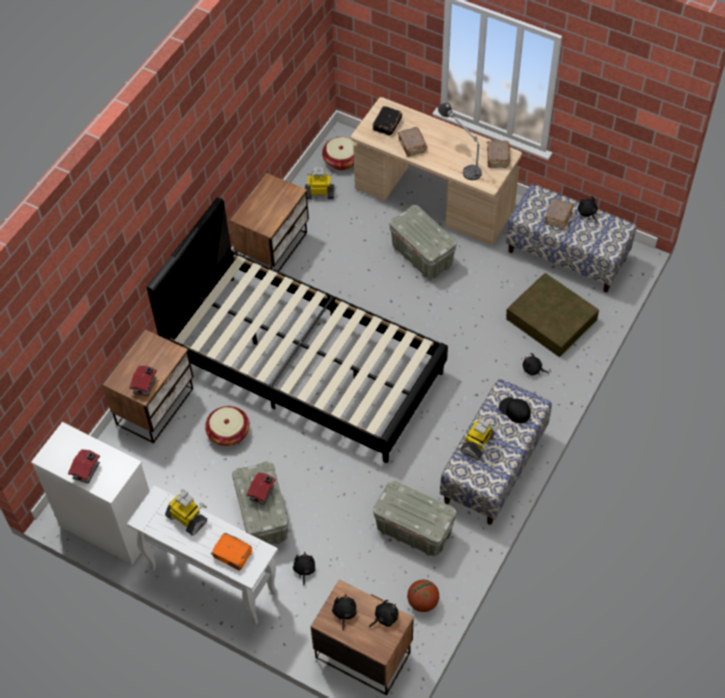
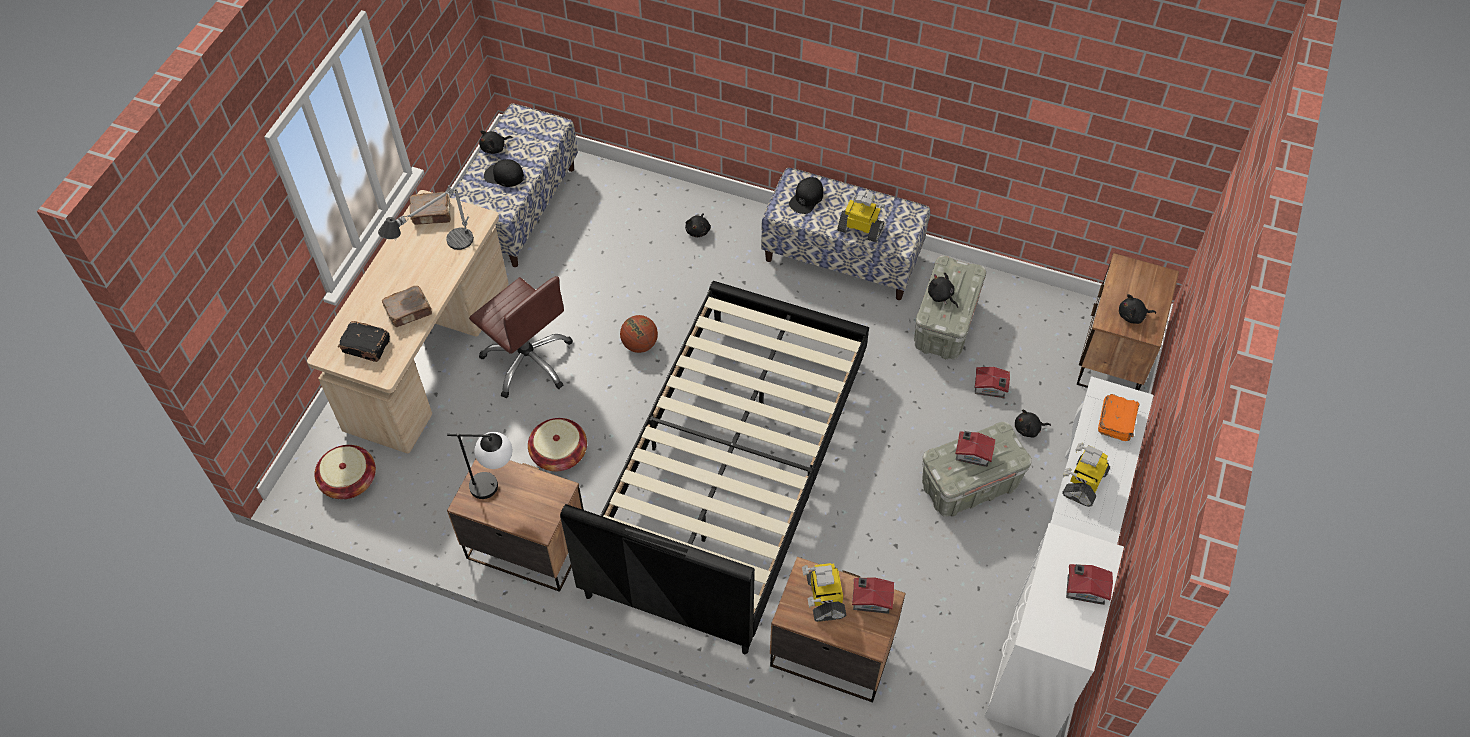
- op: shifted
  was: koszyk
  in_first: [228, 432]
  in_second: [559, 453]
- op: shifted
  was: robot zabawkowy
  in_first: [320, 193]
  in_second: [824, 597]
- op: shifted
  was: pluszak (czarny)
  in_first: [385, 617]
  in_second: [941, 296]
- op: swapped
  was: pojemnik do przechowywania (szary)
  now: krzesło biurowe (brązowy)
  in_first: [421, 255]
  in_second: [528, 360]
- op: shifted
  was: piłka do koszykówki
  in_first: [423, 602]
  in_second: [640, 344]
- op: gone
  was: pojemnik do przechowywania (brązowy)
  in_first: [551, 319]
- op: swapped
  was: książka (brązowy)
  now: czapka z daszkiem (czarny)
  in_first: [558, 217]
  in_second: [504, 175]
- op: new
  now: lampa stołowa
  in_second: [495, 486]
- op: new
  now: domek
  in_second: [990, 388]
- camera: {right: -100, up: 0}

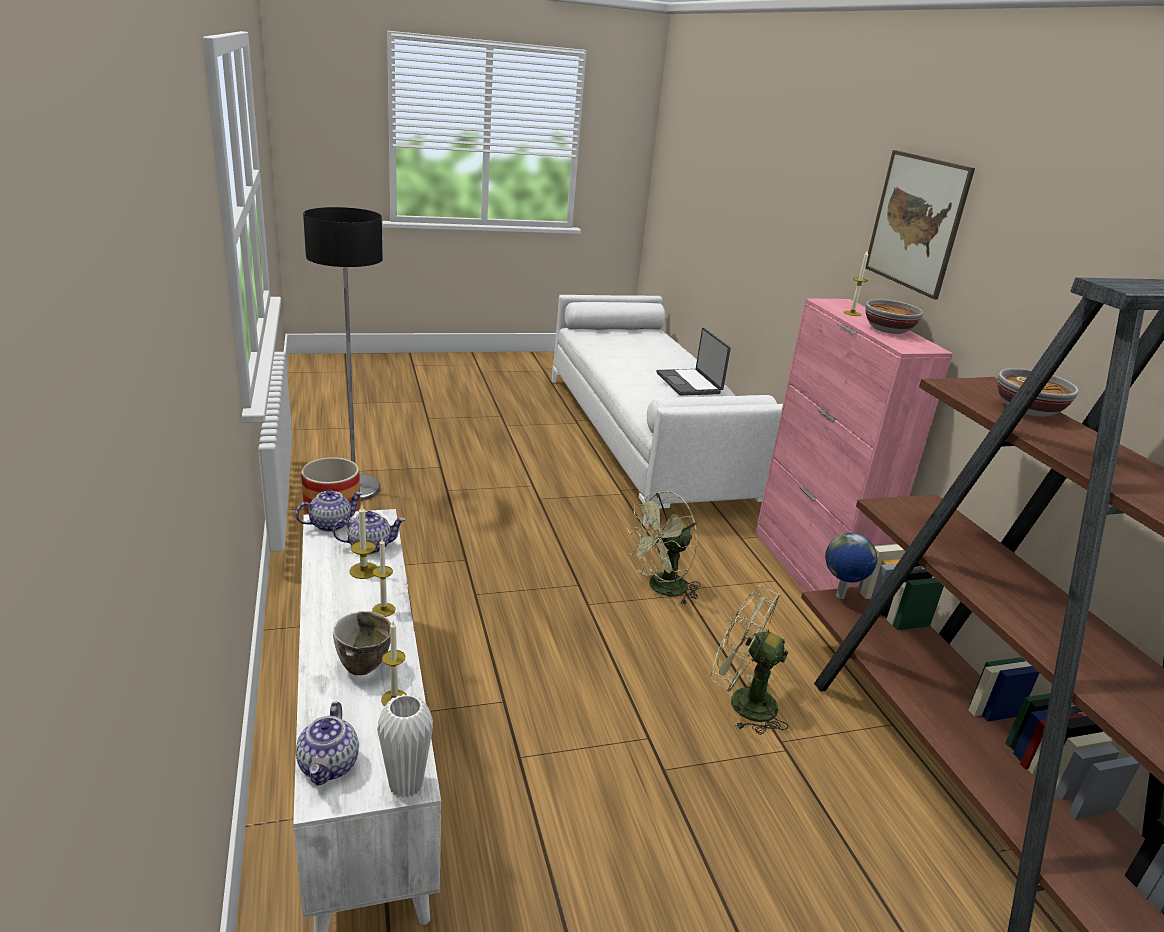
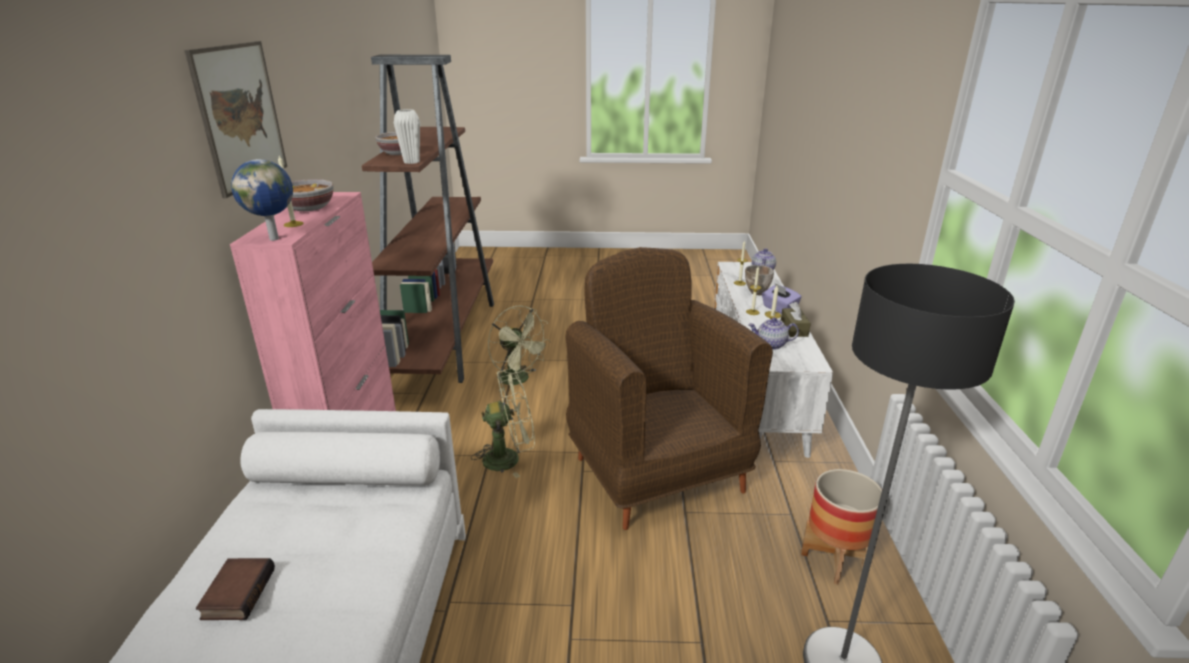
- op: gone
  was: imbryk
  in_first: [331, 524]
- op: shifted
  was: wazon (biały)
  in_first: [406, 785]
  in_second: [411, 162]
- op: swapped
  was: laptop
  now: książka
  in_first: [690, 383]
  in_second: [237, 593]
- op: shifted
  was: globus
  in_first: [840, 597]
  in_second: [275, 238]
- op: new
  now: fotel (brązowy)
  in_second: [657, 473]
- op: new
  now: pudełko chusteczek (fioletowy)
  in_second: [779, 309]
- op: new
  now: pudełko chusteczek (brązowy)
  in_second: [794, 329]
- camera: {right: -160, up: 0}

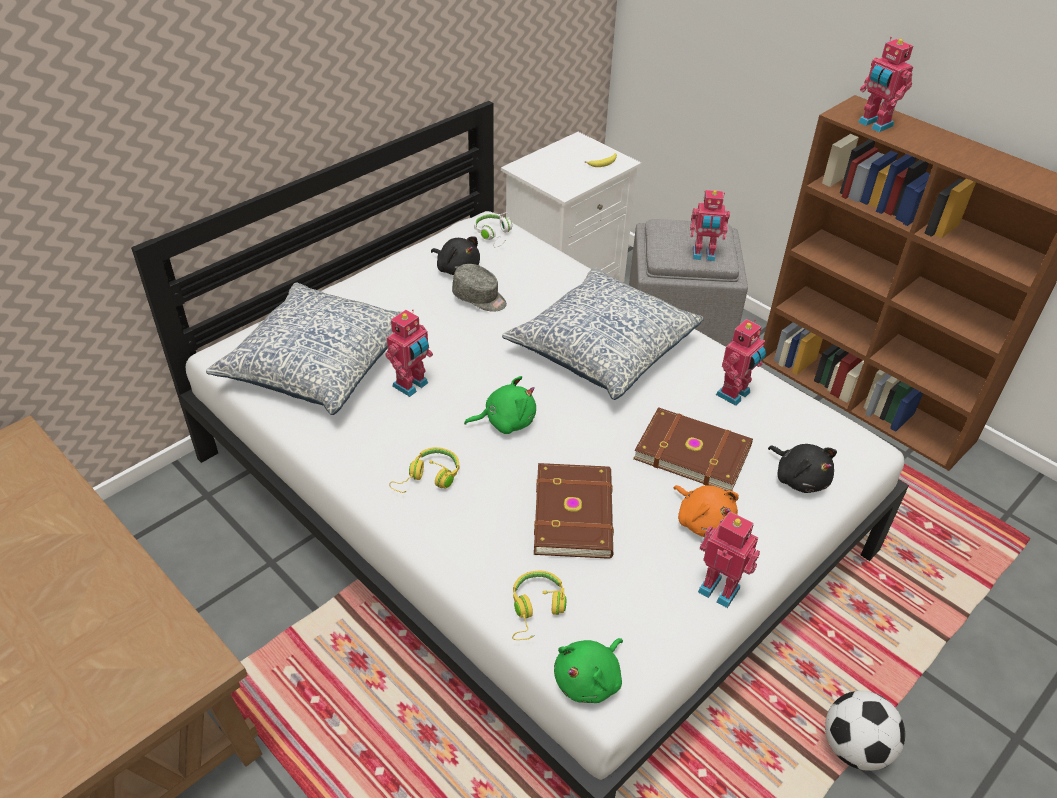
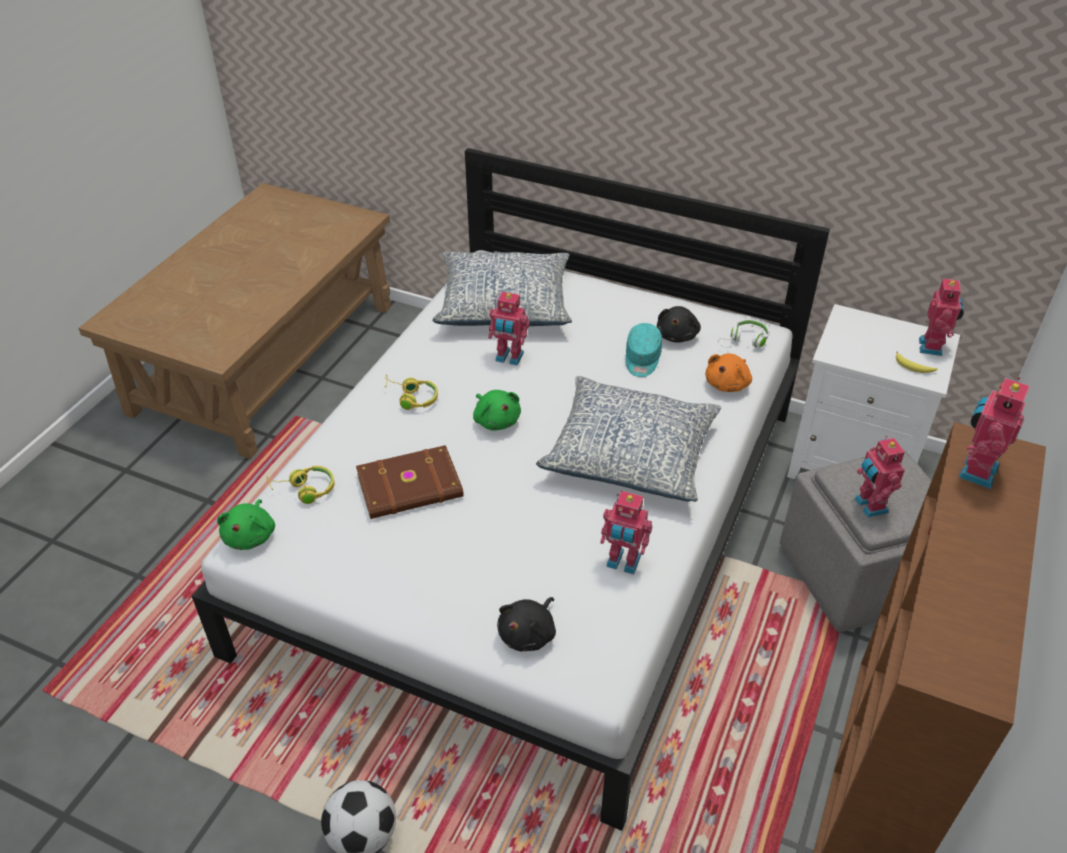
- op: repainted
  was: czapka z daszkiem (szary)
  now: czapka z daszkiem (turkusowy)
  in_first: [480, 298]
  in_second: [642, 359]
- op: rotated
  was: pluszak (zielony)
  in_first: [589, 680]
  in_second: [251, 536]
  clockwise: -105
- op: gone
  was: książka (brązowy)
  in_first: [692, 451]
- op: shifted
  was: pluszak (pomarańczowy)
  in_first: [703, 521]
  in_second: [728, 384]
- op: shifted
  was: robot zabawkowy
  in_first: [720, 588]
  in_second: [932, 347]
- camera: {right: 70, up: 0}

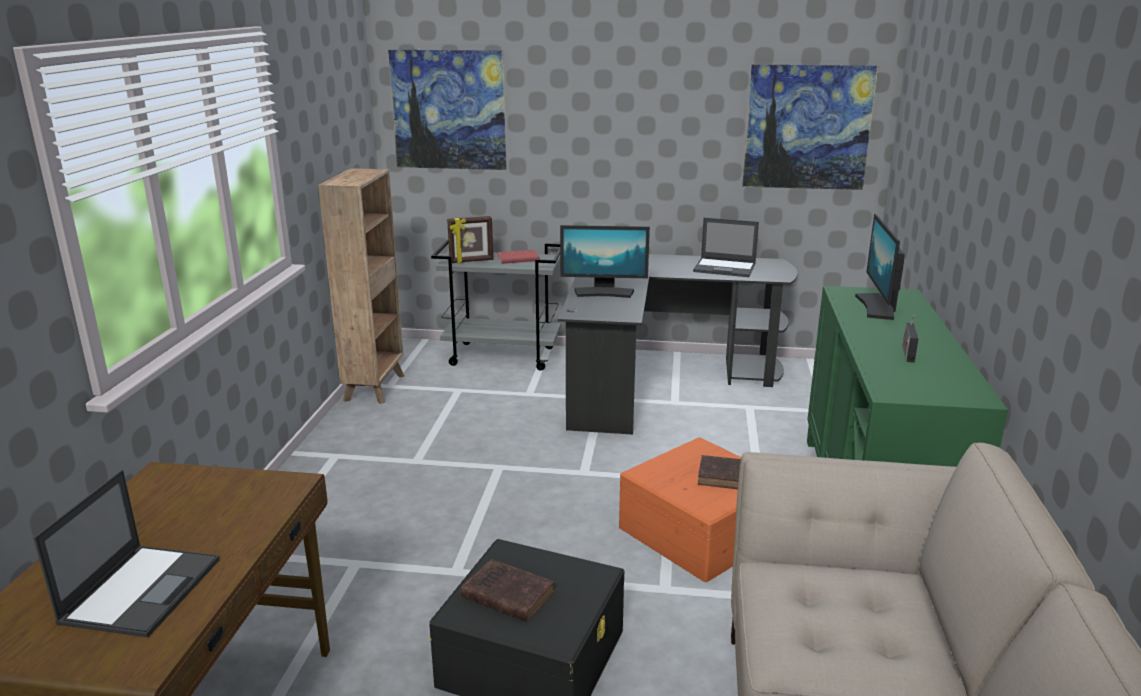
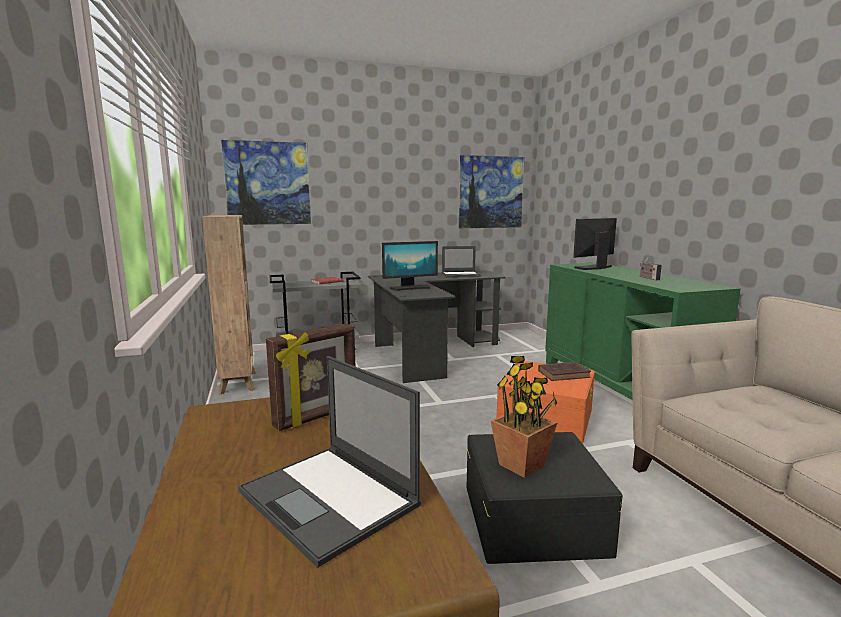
- op: rotated
  was: laptop
  in_first: [142, 589]
  in_second: [330, 499]
  clockwise: 150
- op: shifted
  was: ramka na zdjęcie
  in_first: [471, 261]
  in_second: [317, 417]
- op: swapped
  was: książka (brązowy)
  now: roślina doniczkowa
  in_first: [506, 594]
  in_second: [521, 465]
- op: rotated
  was: monitor
  in_first: [877, 307]
  in_second: [594, 267]
  clockwise: 75
- camera: {right: -25, up: -10}

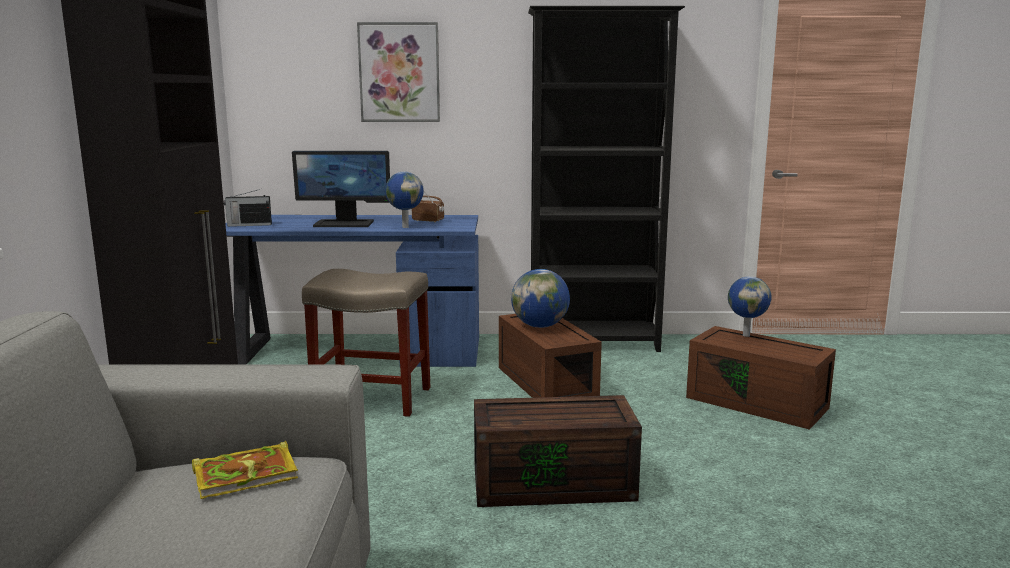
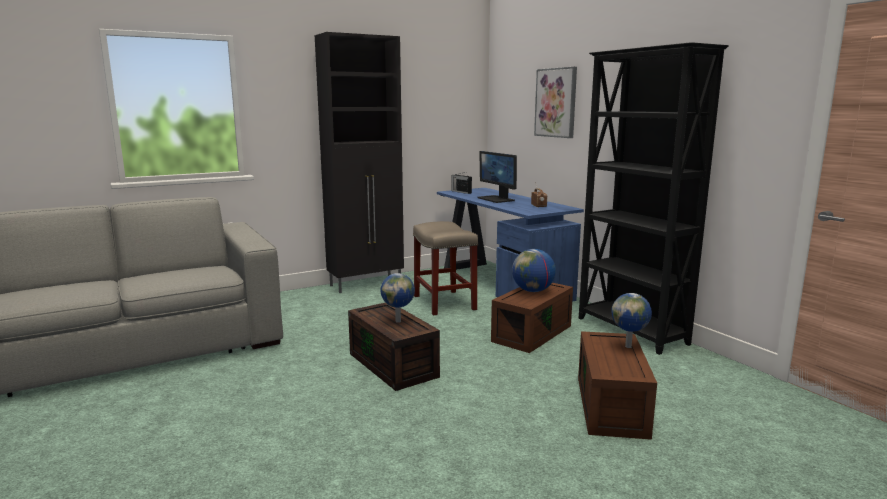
- op: gone
  was: książka
  in_first: [248, 474]
- op: shifted
  was: globus
  in_first: [405, 227]
  in_second: [398, 321]
- camera: {right: 60, up: 0}

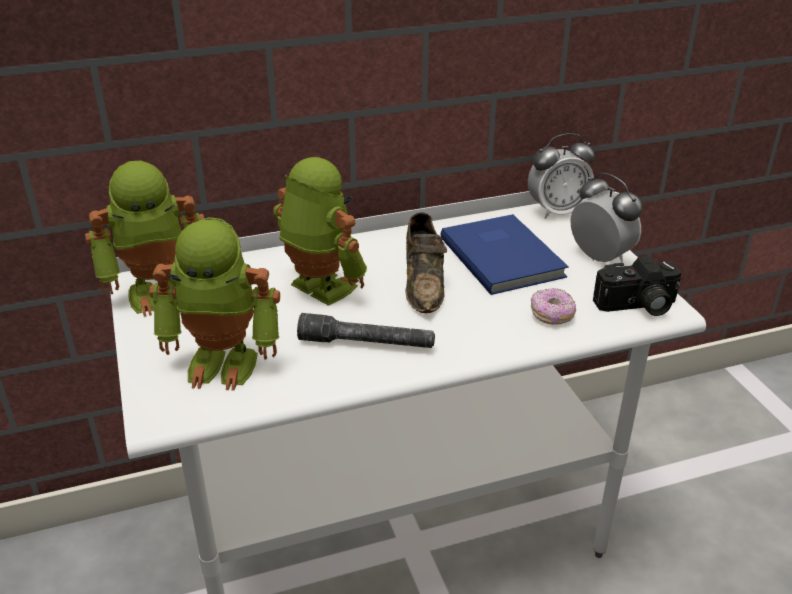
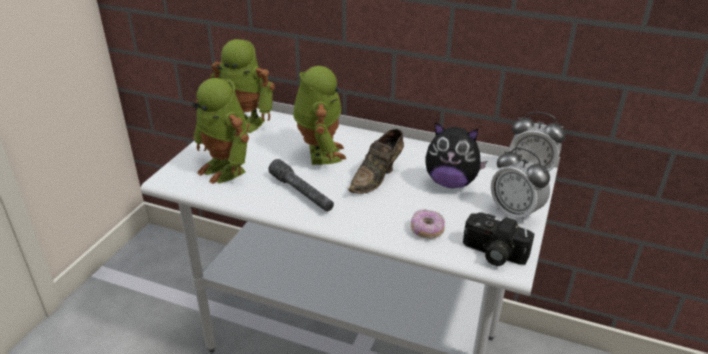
- op: swapped
  was: książka (niebieski)
  now: pluszak
  in_first: [503, 255]
  in_second: [451, 182]
- op: rotated
  was: budzik
  in_first: [600, 257]
  in_second: [515, 213]
  clockwise: 135
- camera: {right: 40, up: 0}

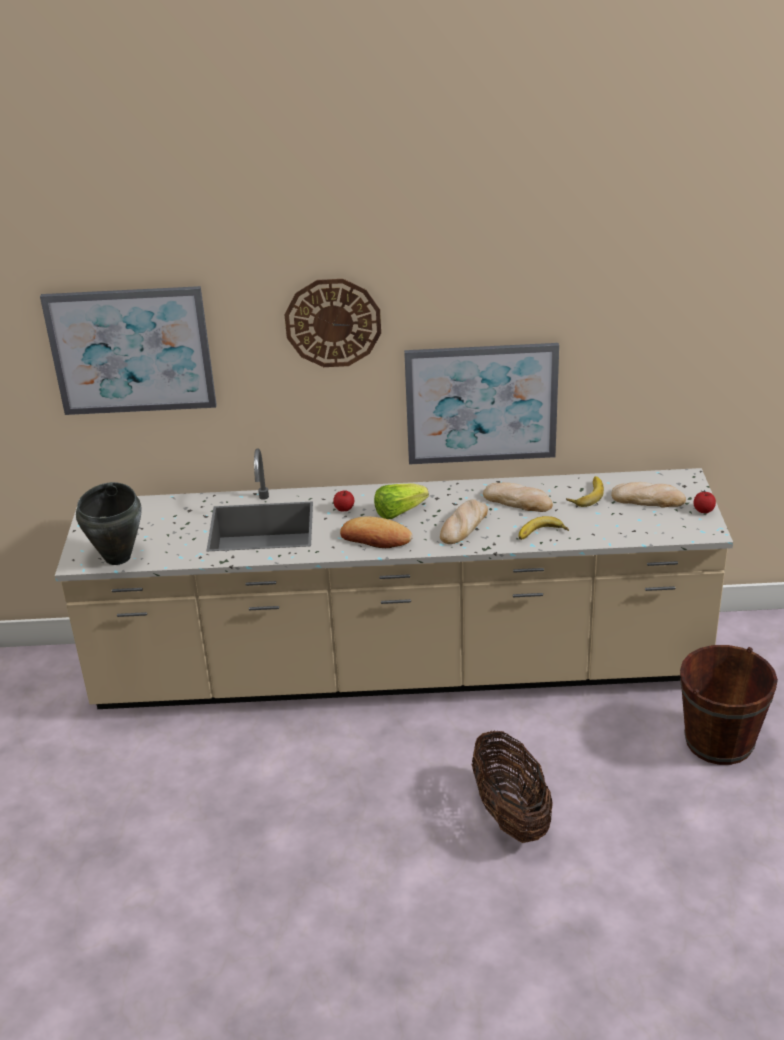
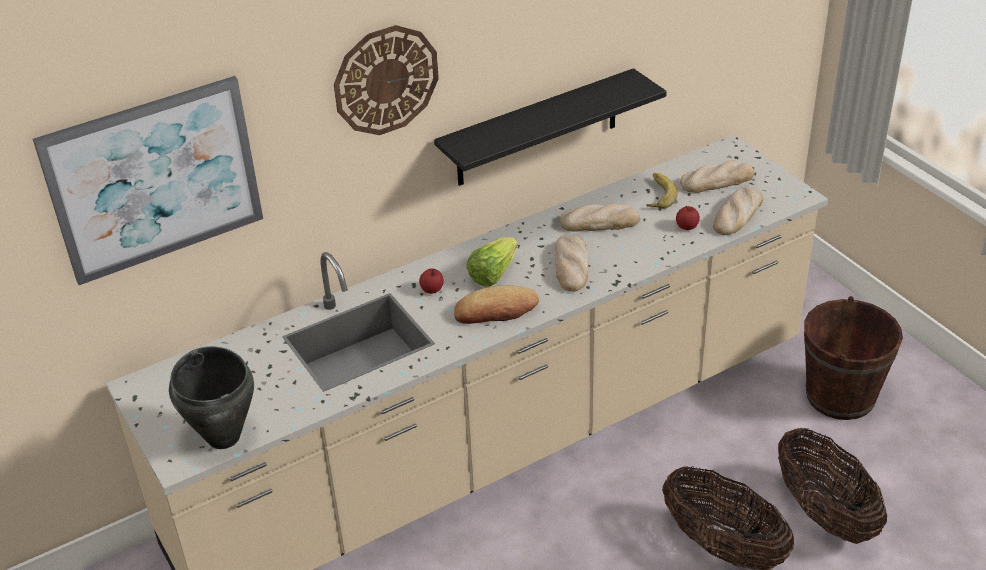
- op: swapped
  was: obraz
  now: półka (czarny)
  in_first: [481, 403]
  in_second: [537, 128]
- op: gone
  was: banan
  in_first: [542, 534]
- op: shifted
  was: jabłko
  in_first: [703, 510]
  in_second: [687, 226]
- op: new
  now: chleb
  in_second: [737, 215]
- op: new
  now: koszyk
  in_second: [824, 513]
- camera: {right: -30, up: 5}

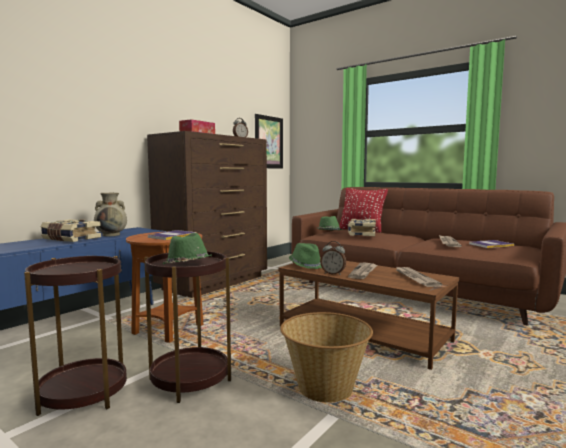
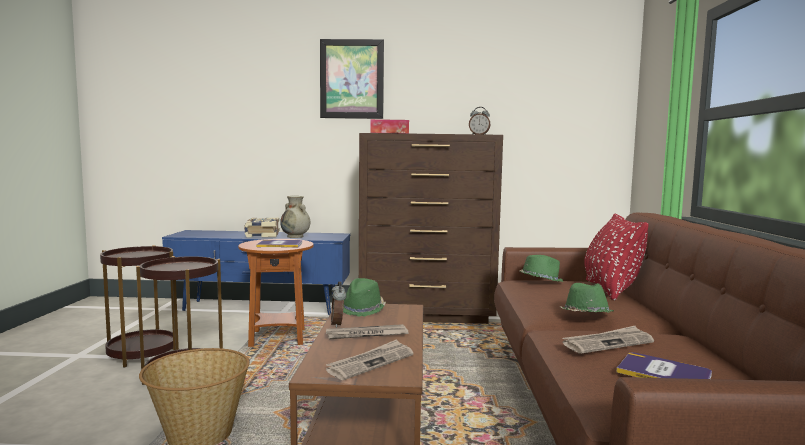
- op: shifted
  was: kapelusz (zielony)
  in_first: [187, 265]
  in_second: [586, 315]
- op: shifted
  was: obraz
  in_first: [268, 142]
  in_second: [351, 79]
- op: gone
  was: książka
  in_first: [361, 234]
- camera: {right: 55, up: 0}

